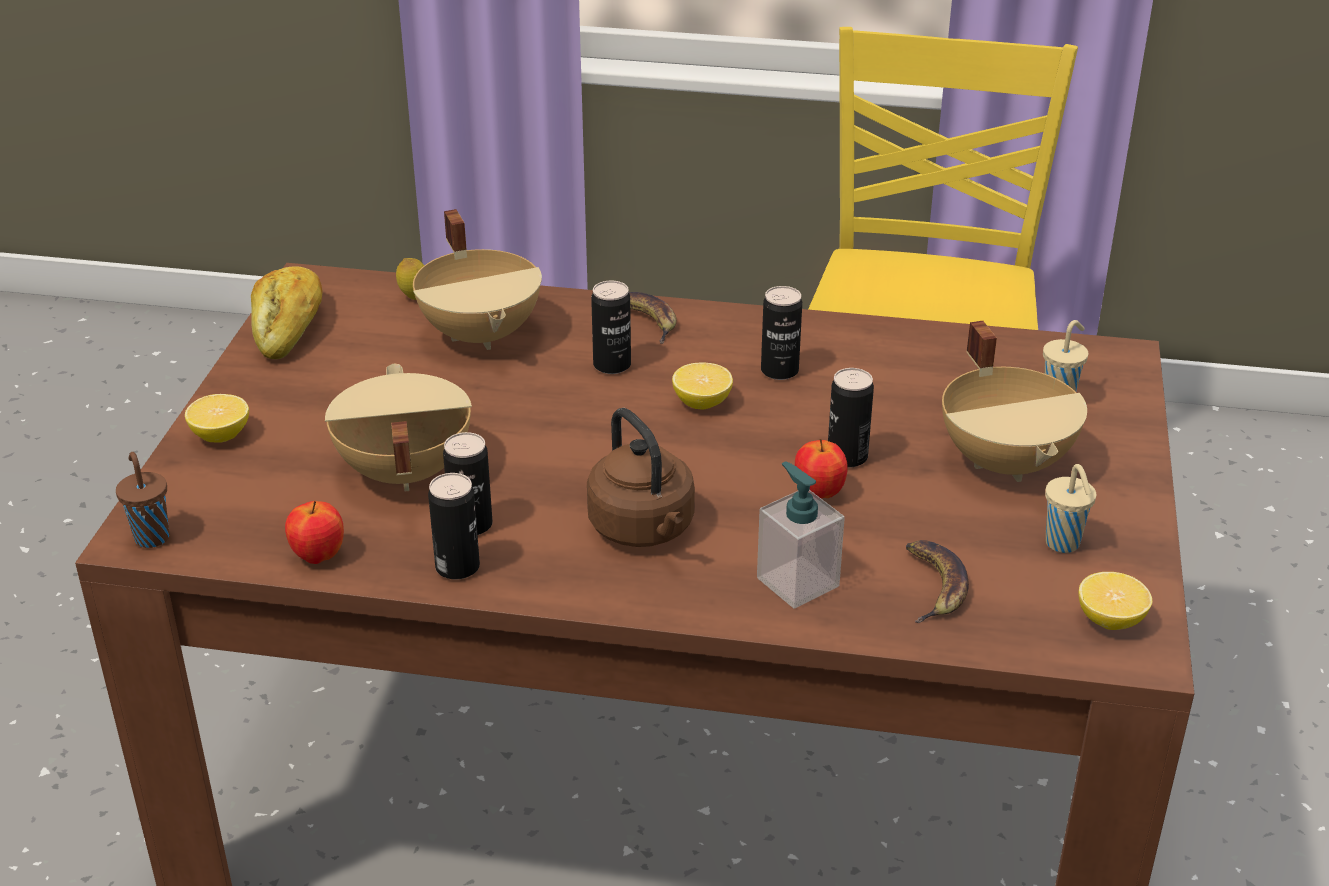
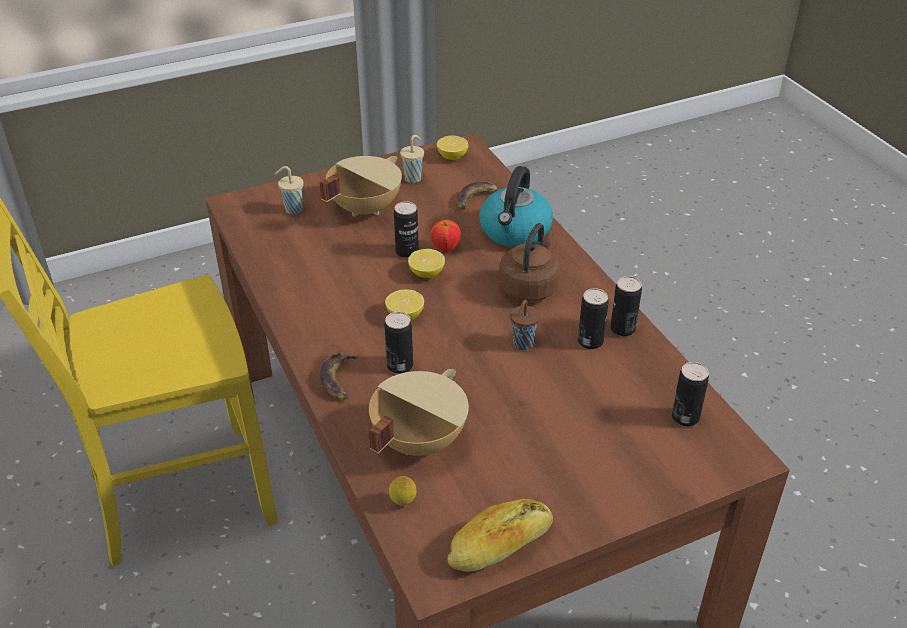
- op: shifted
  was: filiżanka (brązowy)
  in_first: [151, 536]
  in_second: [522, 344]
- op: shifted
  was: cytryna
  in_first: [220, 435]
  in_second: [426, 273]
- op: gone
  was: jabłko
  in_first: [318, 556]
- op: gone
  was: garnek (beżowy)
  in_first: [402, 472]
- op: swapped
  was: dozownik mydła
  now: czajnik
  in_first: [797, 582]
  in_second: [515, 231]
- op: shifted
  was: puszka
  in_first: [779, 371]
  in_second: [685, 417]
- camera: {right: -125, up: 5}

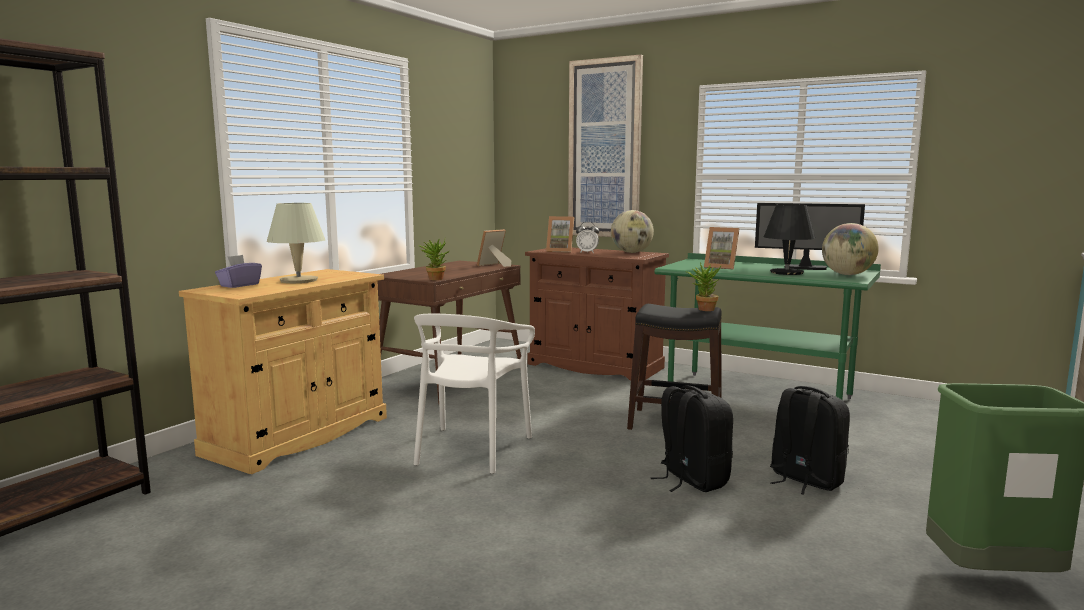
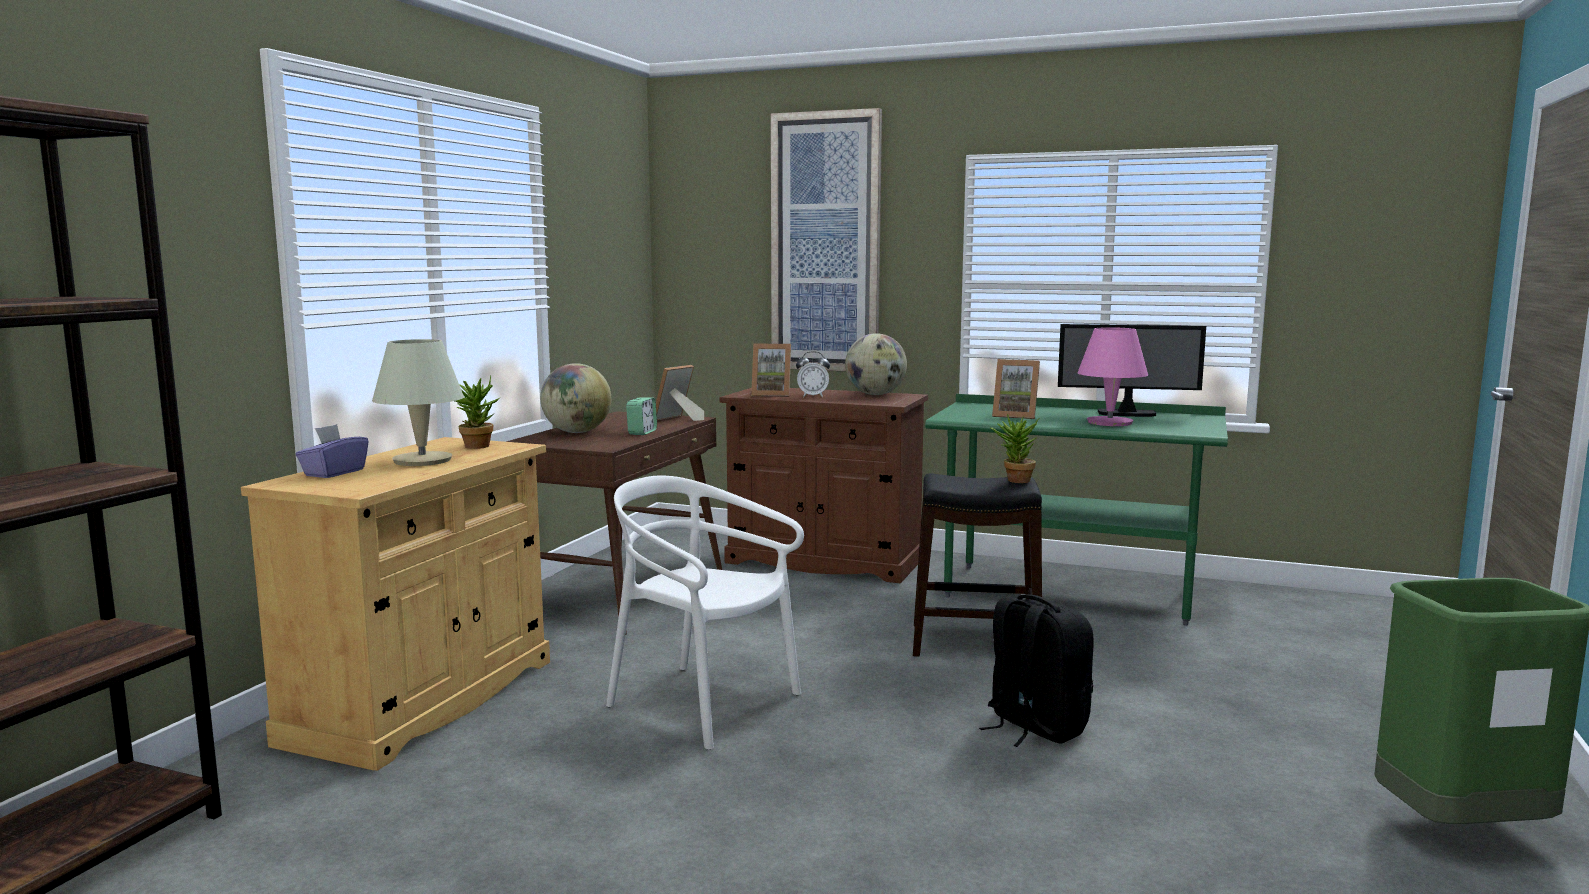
- op: rotated
  was: krzesło (biały)
  in_first: [471, 449]
  in_second: [703, 703]
  clockwise: 120
- op: shifted
  was: roślina doniczkowa
  in_first: [435, 278]
  in_second: [475, 446]
- op: repainted
  was: lampa stołowa (czarny)
  now: lampa stołowa (różowy)
  in_first: [787, 272]
  in_second: [1110, 422]
- op: gone
  was: plecak (czarny)
  in_first: [805, 480]
- op: shifted
  was: globus
  in_first: [847, 274]
  in_second: [577, 432]
- op: new
  now: budzik
  in_second: [642, 432]
- camera: {right: -10, up: 0}

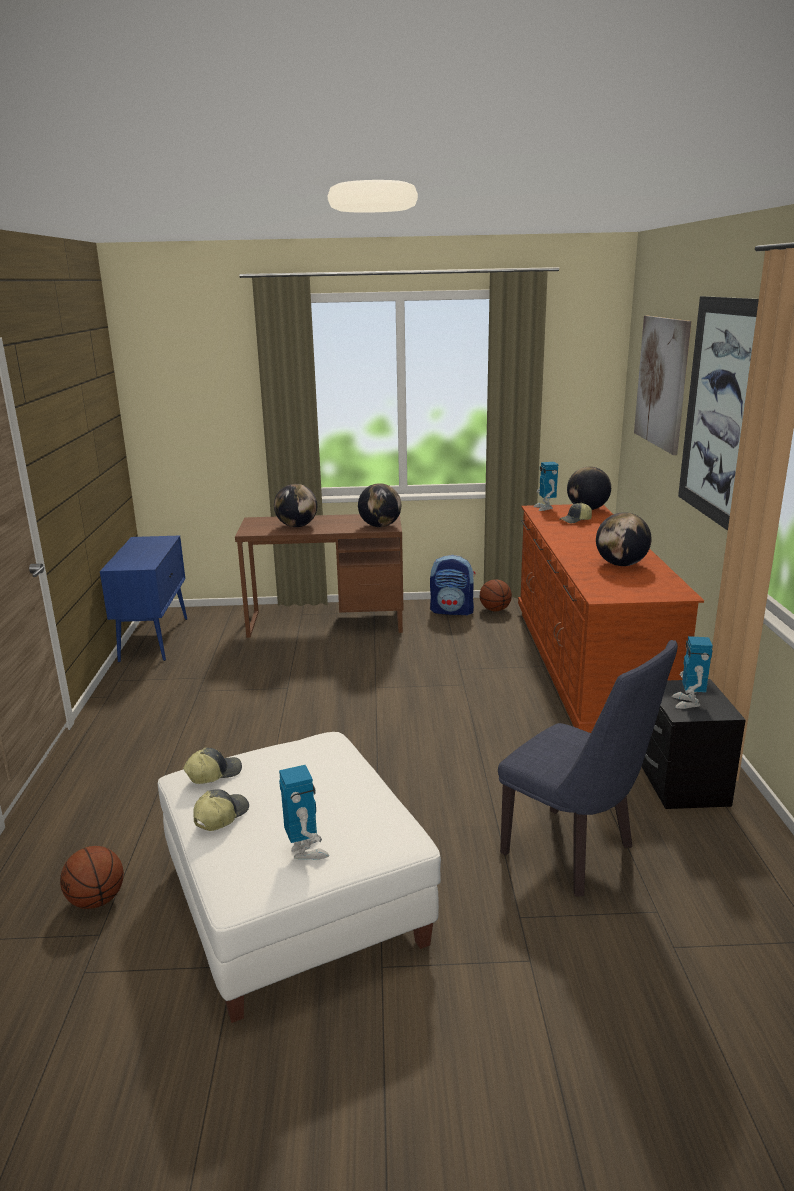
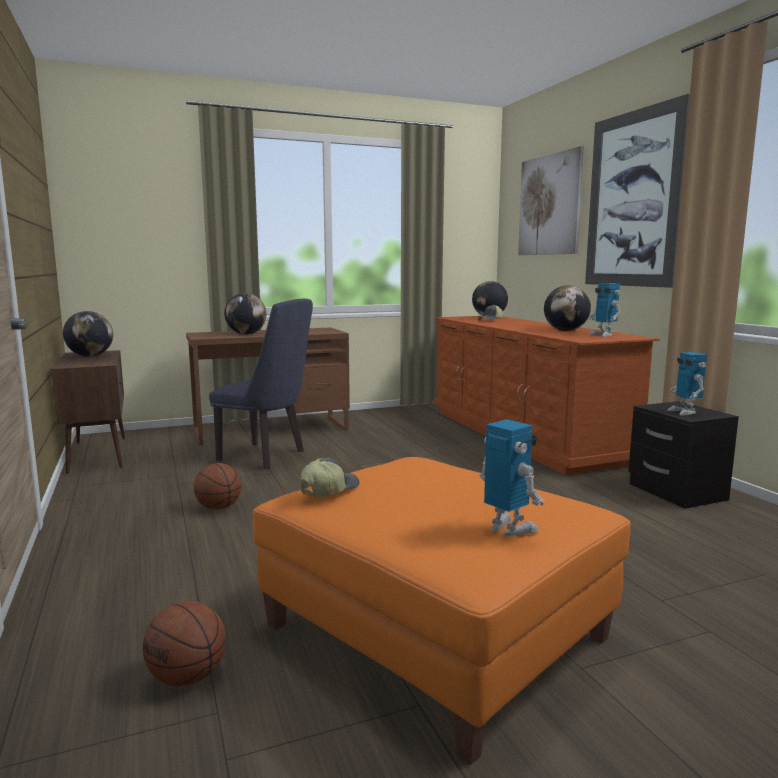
- op: repainted
  was: szafka (niebieski)
  now: szafka (brązowy)
  in_first: [154, 639]
  in_second: [98, 454]
- op: repainted
  was: pufa (biały)
  now: pufa (pomarańczowy)
  in_first: [293, 902]
  in_second: [433, 632]
- op: gone
  was: czapka z daszkiem
  in_first: [220, 816]
- op: shifted
  was: globus
  in_first: [380, 526]
  in_second: [90, 356]
- op: gone
  was: plecak
  in_first: [452, 611]
- op: shifted
  was: piłka do koszykówki
  in_first: [494, 610]
  in_second: [218, 507]
- op: shifted
  was: krzesło (niebieski)
  in_first: [577, 854]
  in_second: [267, 456]
- op: shifted
  was: robot zabawkowy
  in_first: [545, 508]
  in_second: [603, 335]
- camera: {right: -20, up: -10}

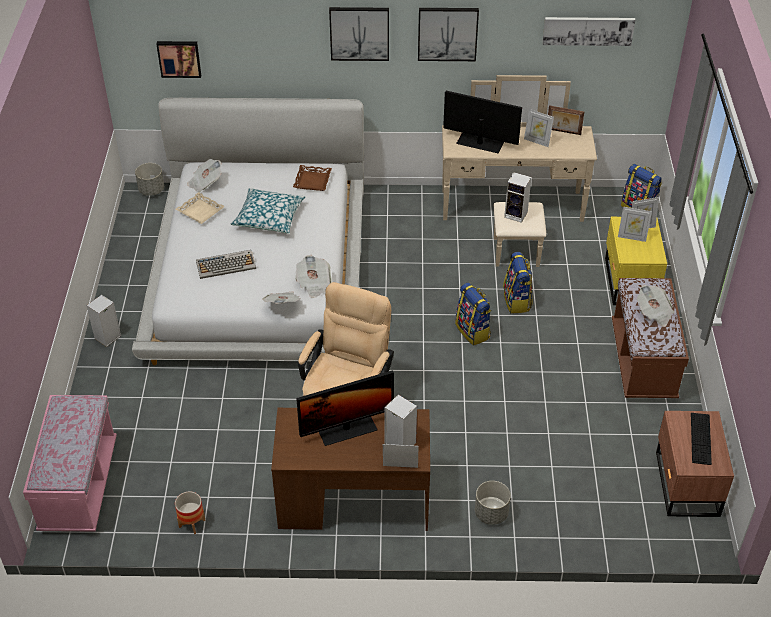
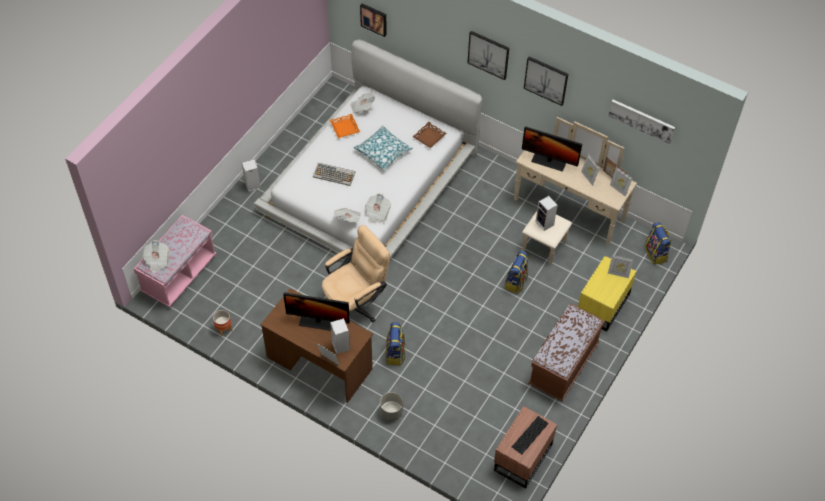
- op: gone
  was: donica (szary)
  in_first: [151, 190]
- op: repainted
  was: taca (beżowy)
  now: taca (pomarańczowy)
  in_first: [200, 211]
  in_second: [344, 128]
- op: rotated
  was: monitor
  in_first: [480, 142]
  in_second: [549, 161]
  clockwise: 150
- op: shifted
  was: plecak
  in_first: [473, 331]
  in_second: [395, 354]
- op: shifted
  was: ramka na zdjęcie
  in_first: [632, 237]
  in_second: [619, 189]
- op: shifted
  was: gazeta
  in_first: [654, 313]
  in_second: [157, 261]
- camera: {right: 30, up: 10}

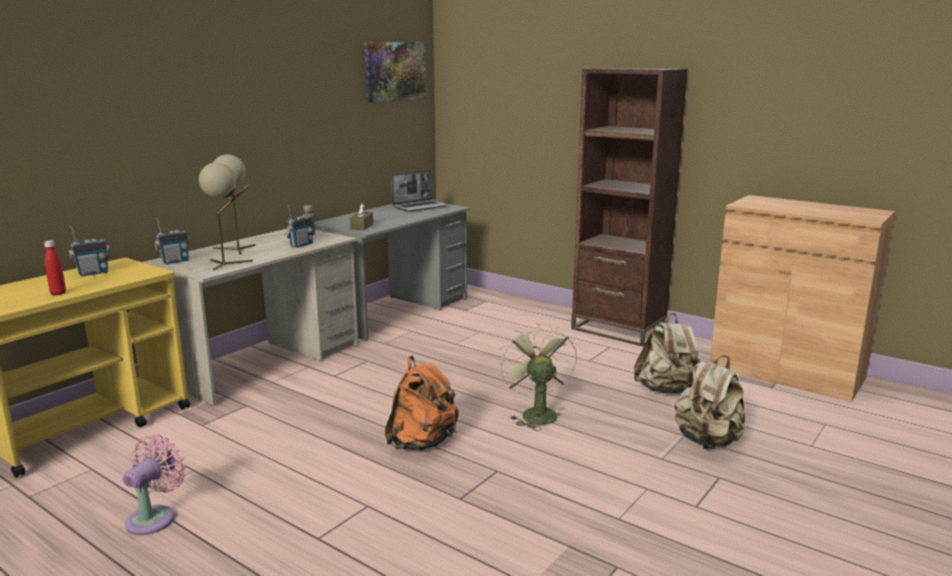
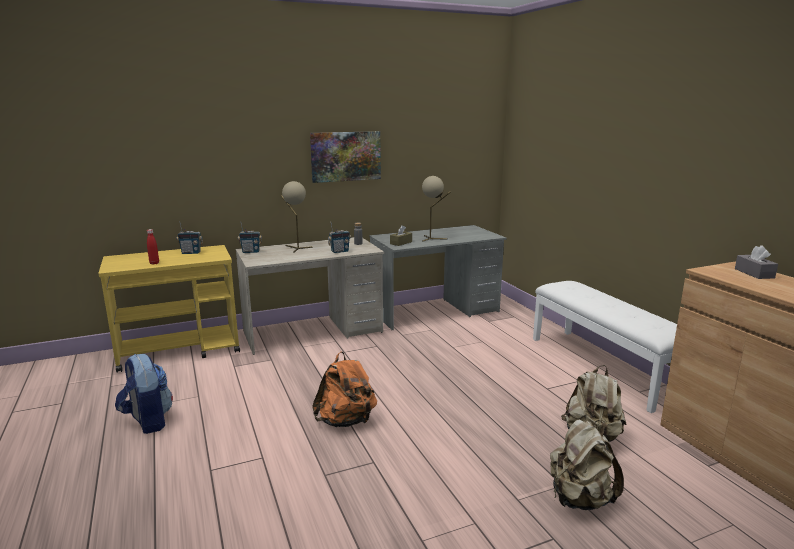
- op: swapped
  was: wentylator (różowy)
  now: plecak
  in_first: [154, 517]
  in_second: [147, 421]
- op: shifted
  was: lampa stołowa (beżowy)
  in_first: [227, 264]
  in_second: [432, 239]
- op: shifted
  was: obraz
  in_first: [394, 71]
  in_second: [345, 156]
- op: gone
  was: laptop
  in_first: [420, 207]
- op: gone
  was: wentylator (zielony)
  in_first: [536, 413]
- op: swapped
  was: regał (brązowy)
  now: ławka (biały)
  in_first: [618, 329]
  in_second: [604, 366]
- op: new
  now: pudełko chusteczek (szary)
  in_second: [754, 273]
- camera: {right: 30, up: 0}

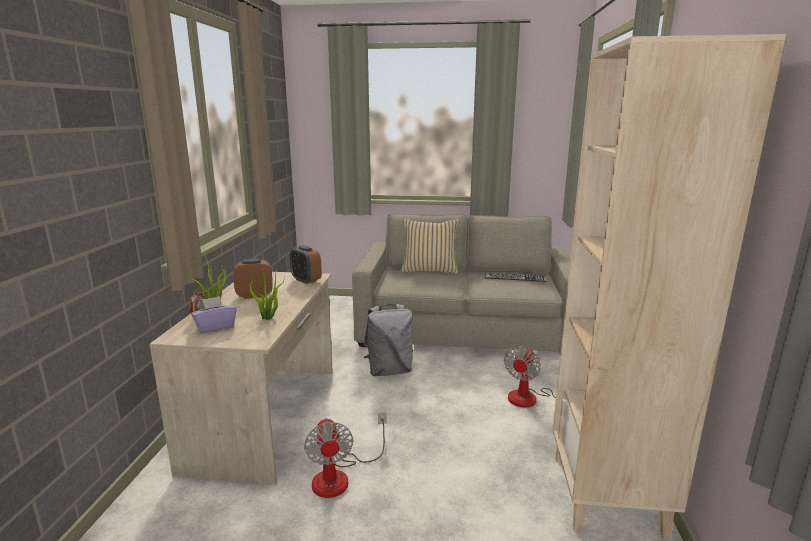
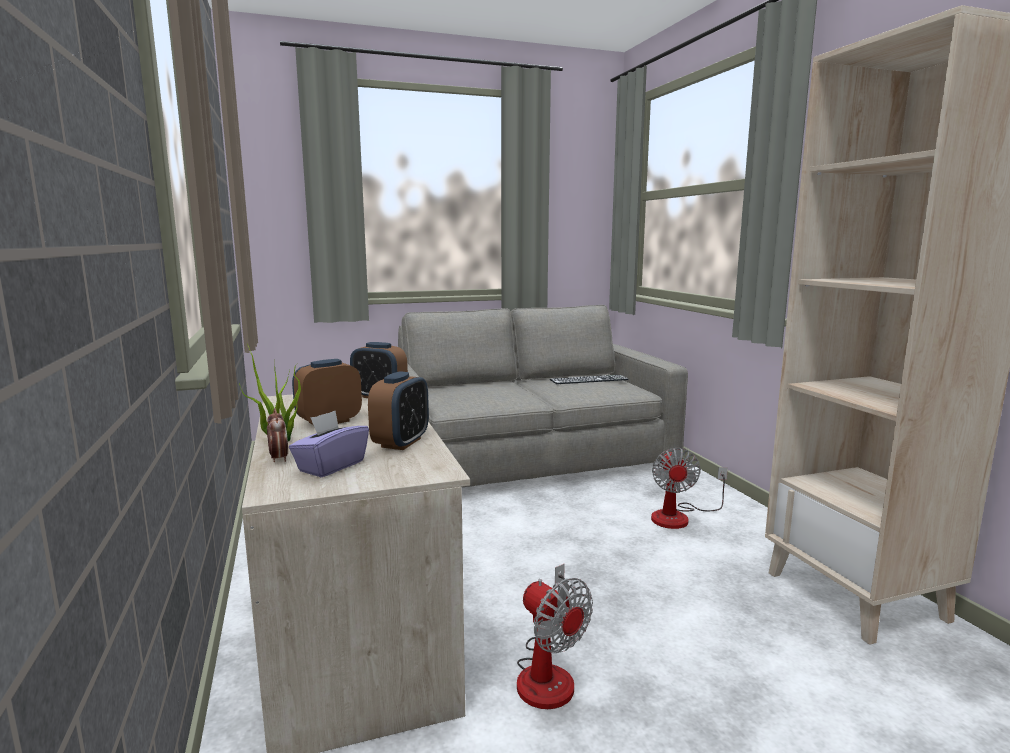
- op: swapped
  was: roślina doniczkowa
  now: budzik
  in_first: [269, 318]
  in_second: [401, 443]
- op: gone
  was: plecak (szary)
  in_first: [389, 370]
- op: gone
  was: poduszka (beżowy)
  in_first: [429, 270]
- camera: {right: -25, up: -5}

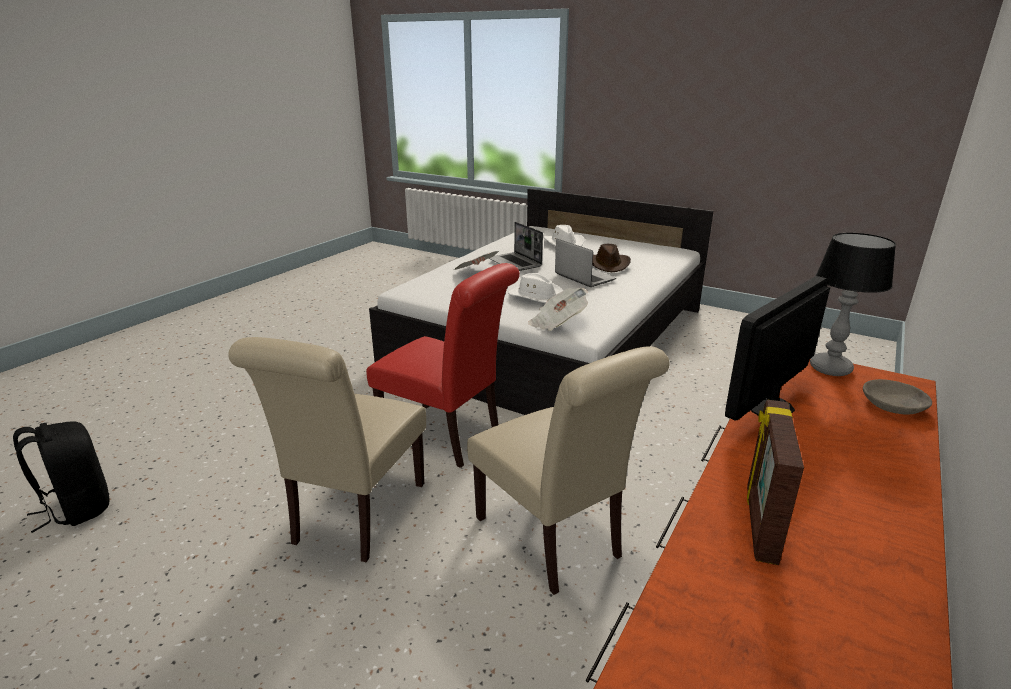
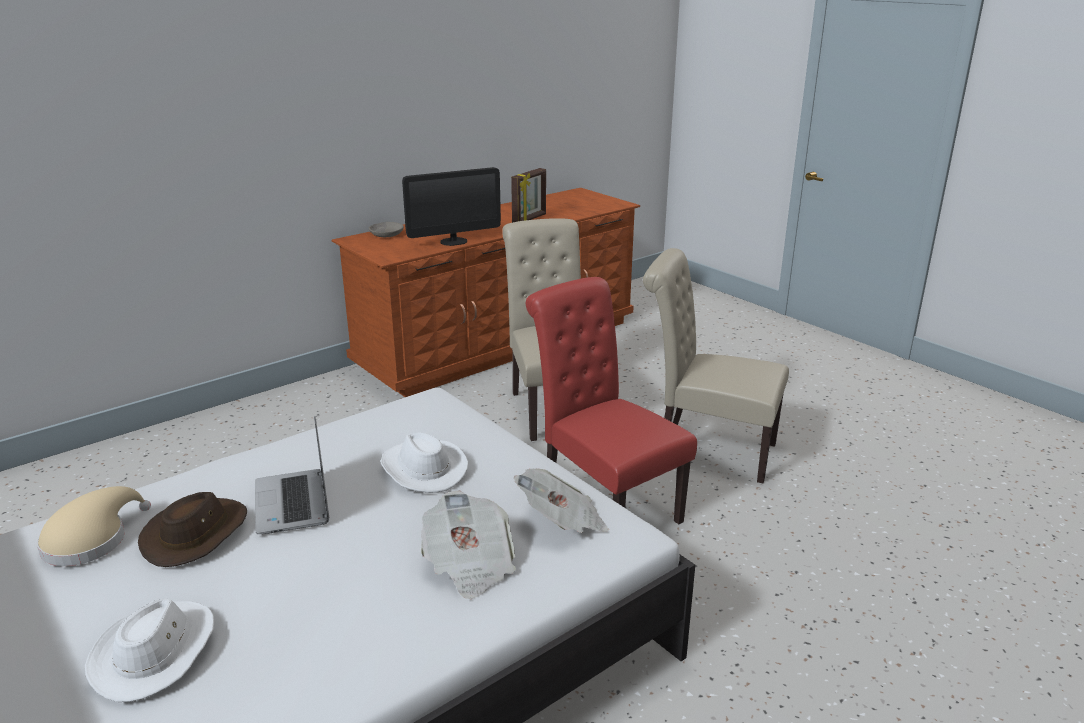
- op: gone
  was: plecak (czarny)
  in_first: [77, 508]
- op: rotated
  was: krzesło (beżowy)
  in_first: [355, 517]
  in_second: [707, 450]
  clockwise: -105
- op: gone
  was: laptop
  in_first: [515, 263]
- op: shifted
  was: gazeta
  in_first: [557, 323]
  in_second: [562, 522]
- op: gone
  was: lampa stołowa
  in_first: [831, 369]
- op: new
  now: kapelusz (beżowy)
  in_second: [90, 540]
- camera: {right: -160, up: 0}

